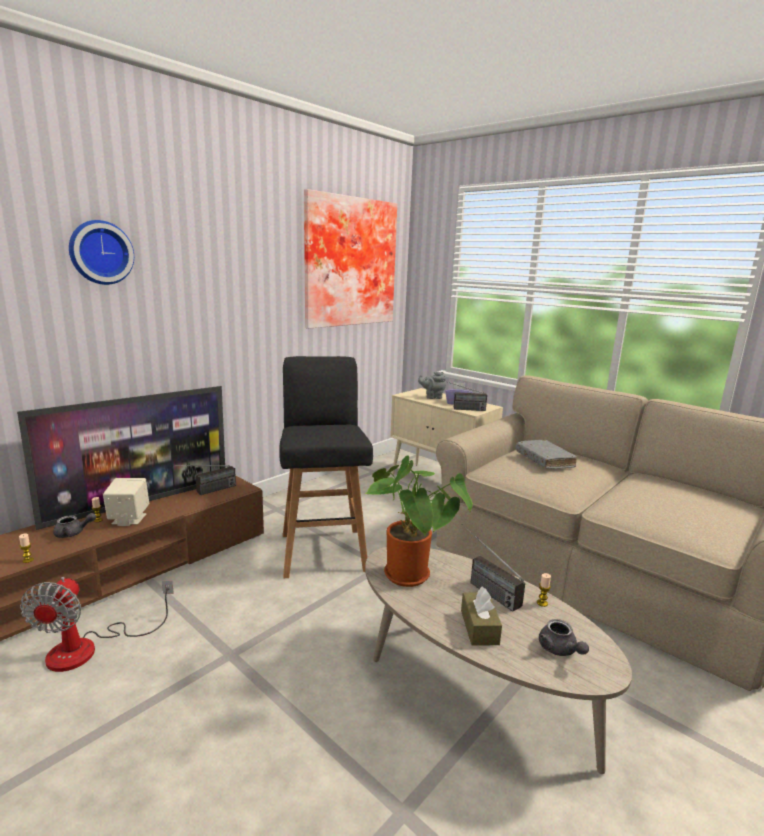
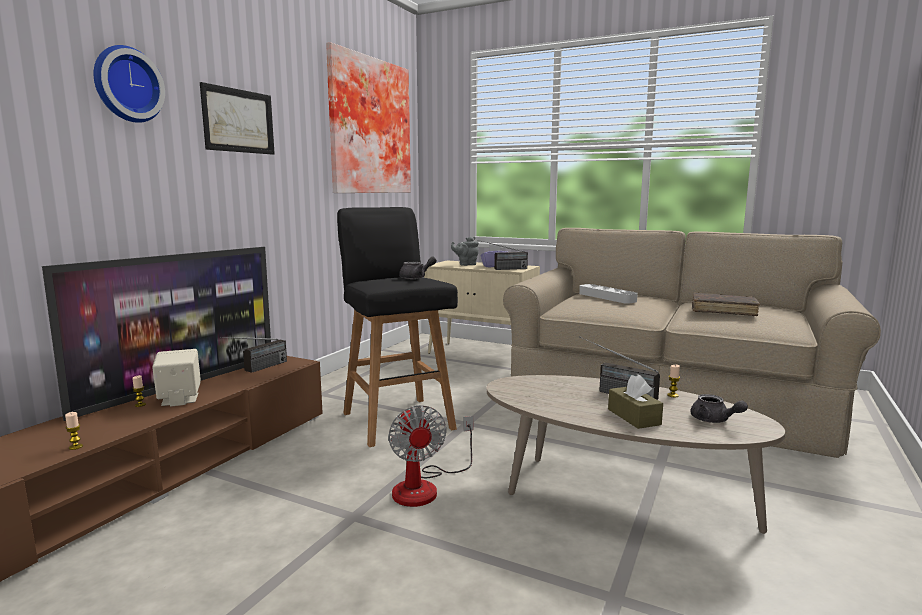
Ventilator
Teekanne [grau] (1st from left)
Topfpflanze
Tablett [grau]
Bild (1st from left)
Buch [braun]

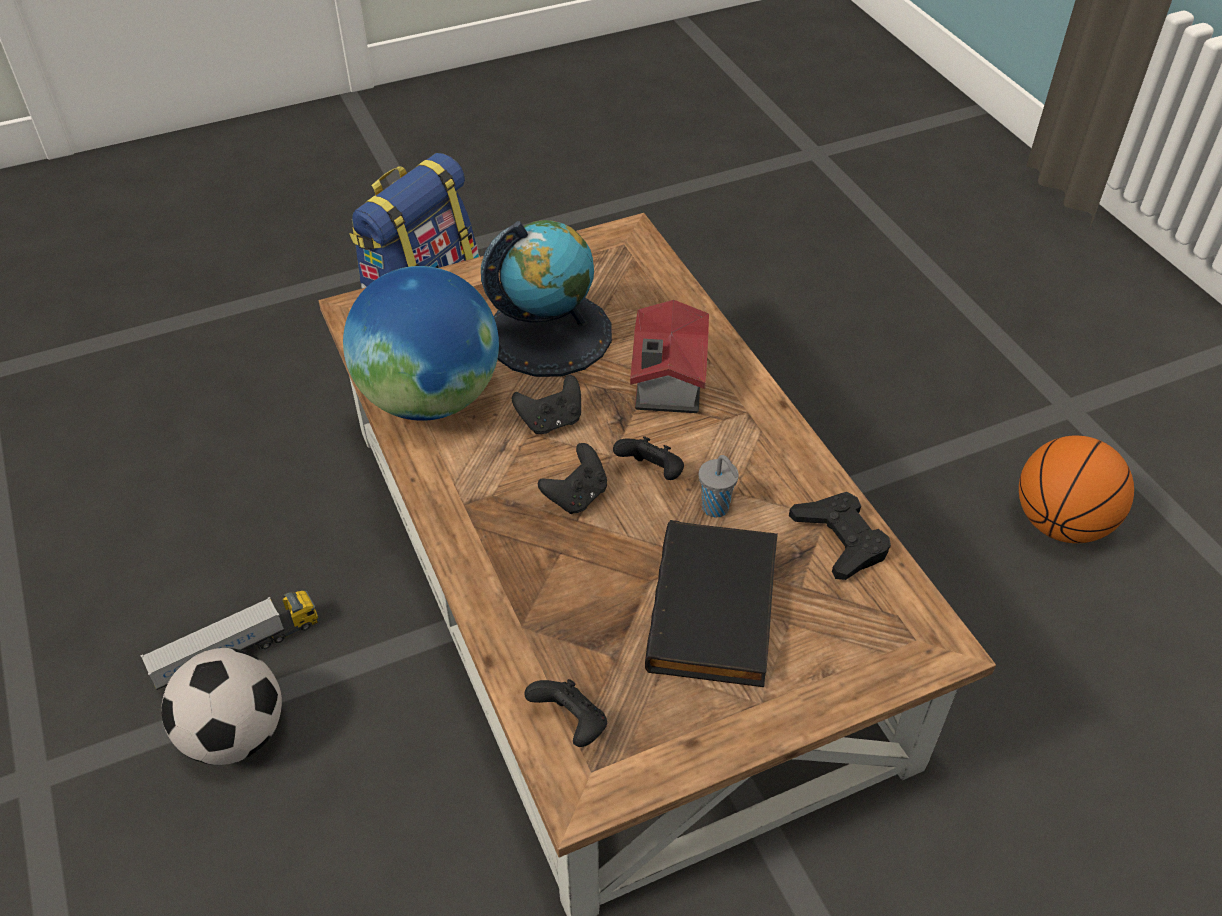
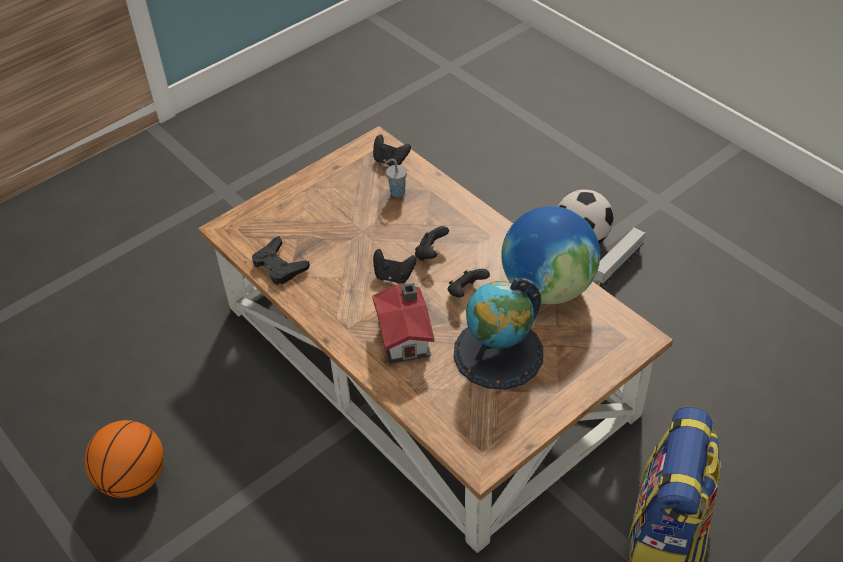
Buch [schwarz]
Tasse [grau]

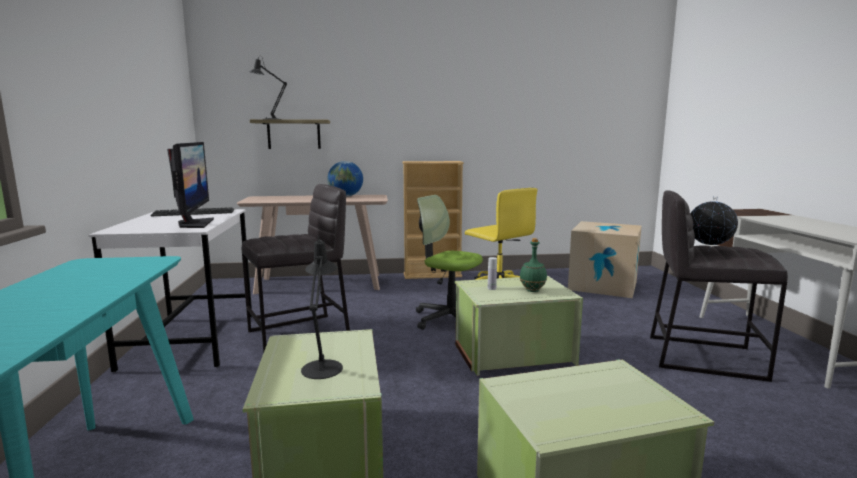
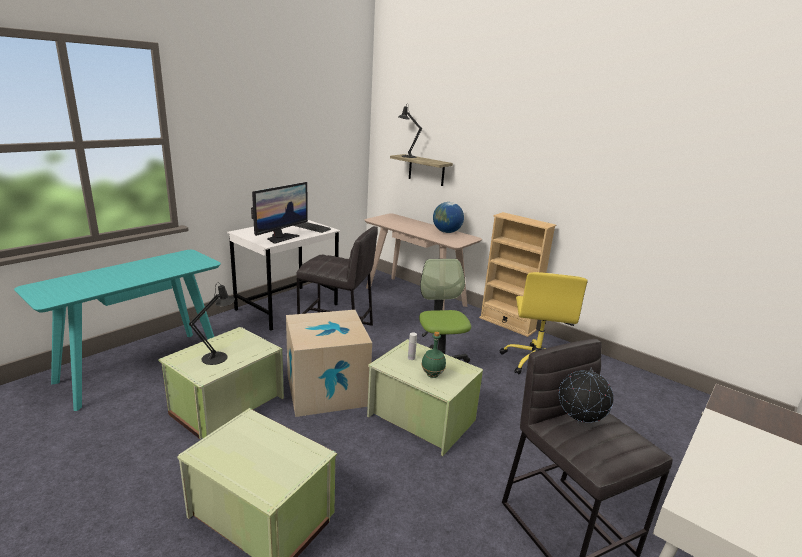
Karton

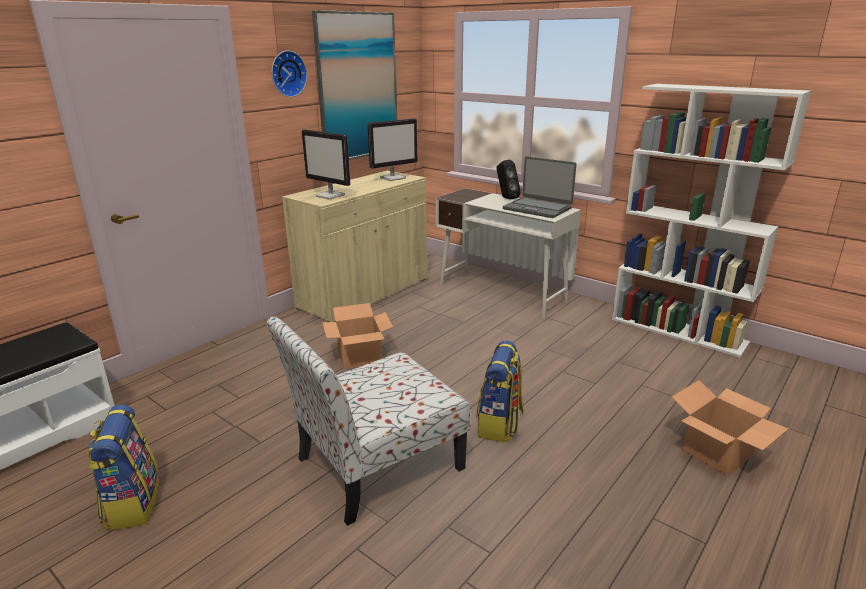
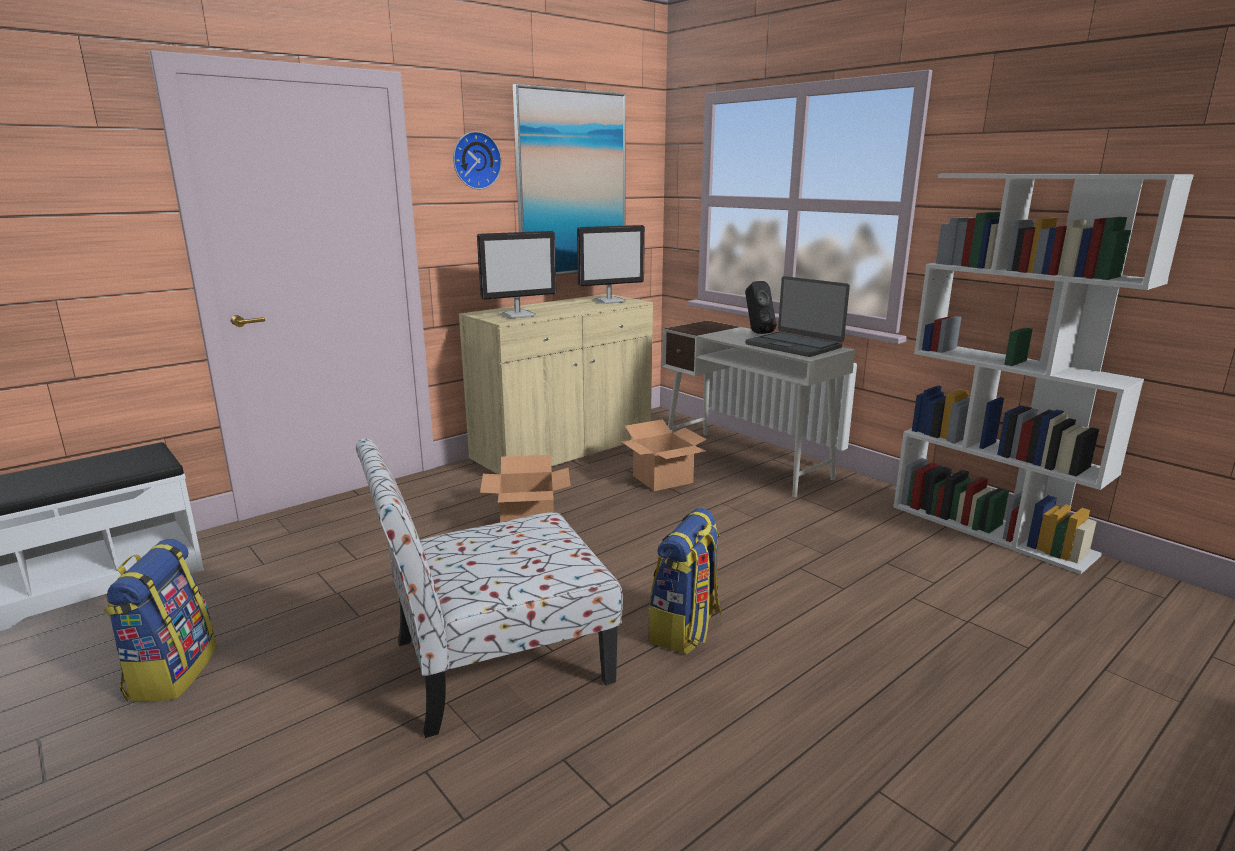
Monitor (1st from left)
Karton (2nd from left)

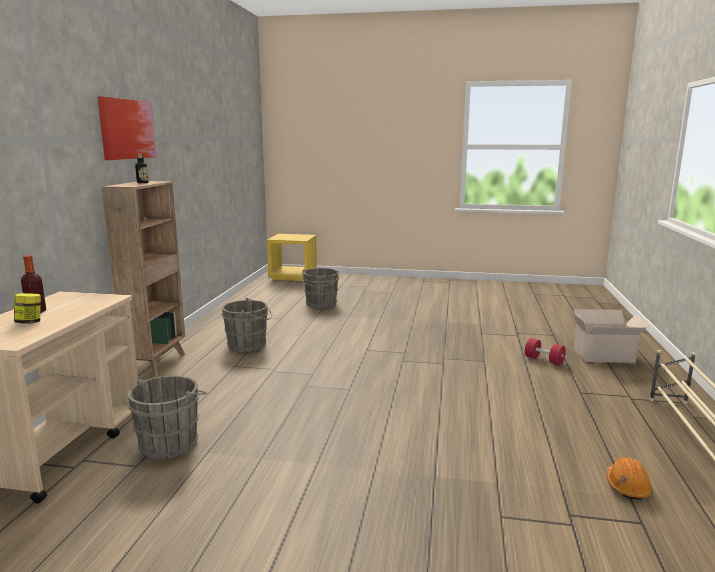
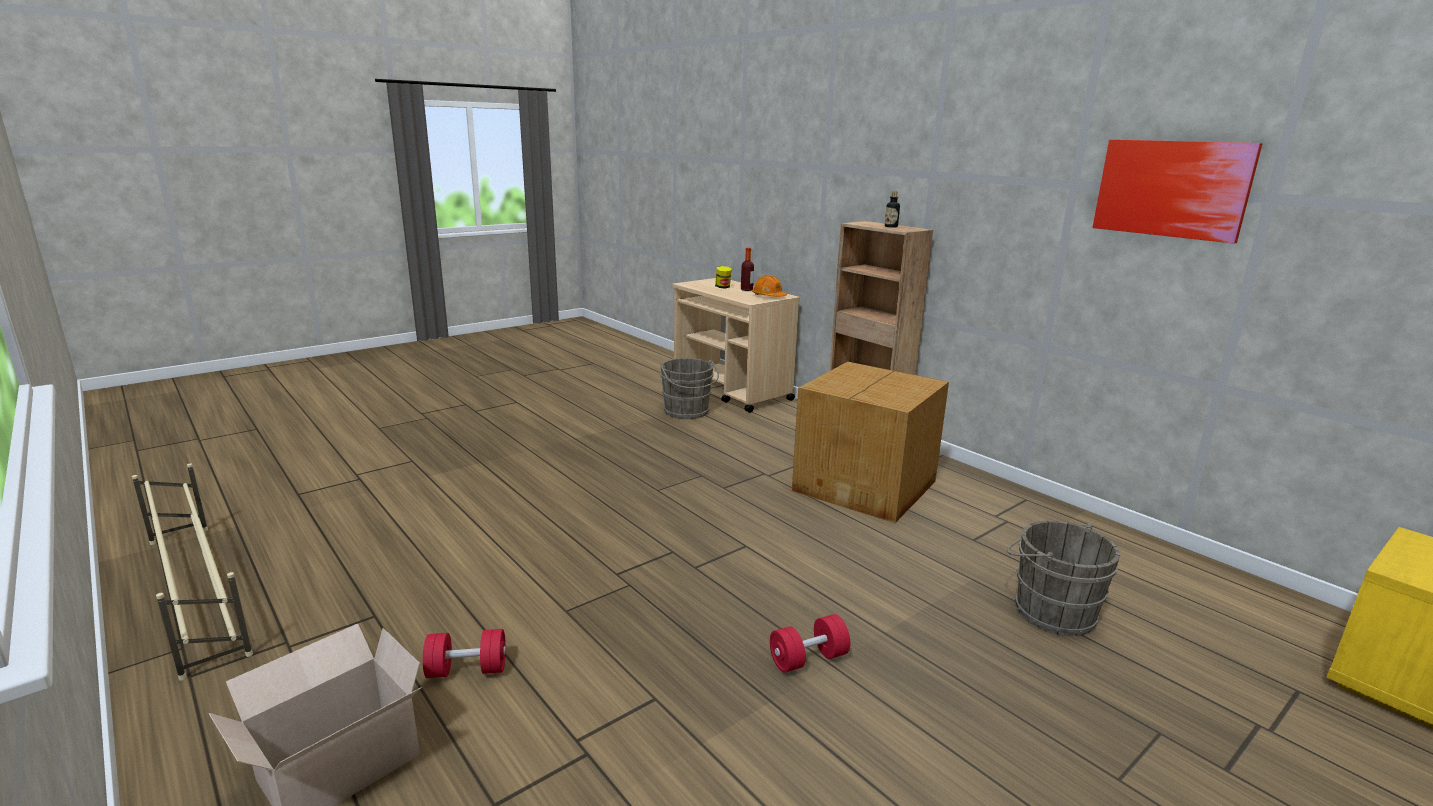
Bild
Karton (2nd from left)
Schutzhelm [orange]
Hantel [rot] (2nd from left)

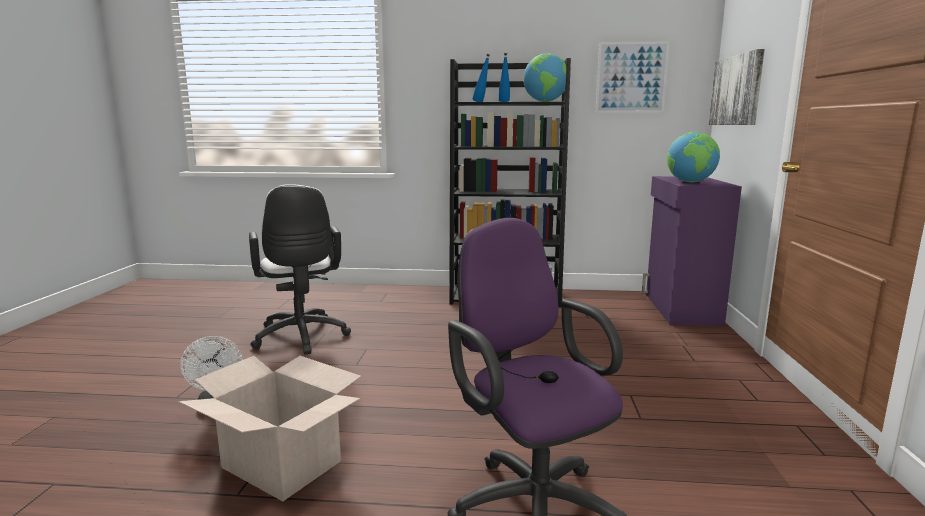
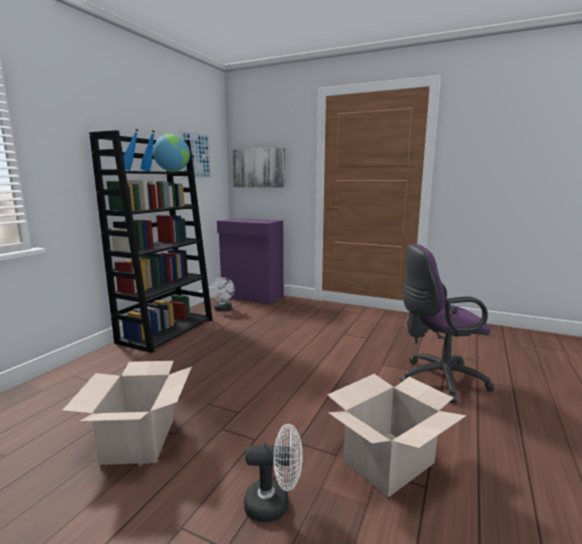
Karton (1st from left)
Globus (2nd from left in the first image)
Ventilator [weiß] (1st from left)

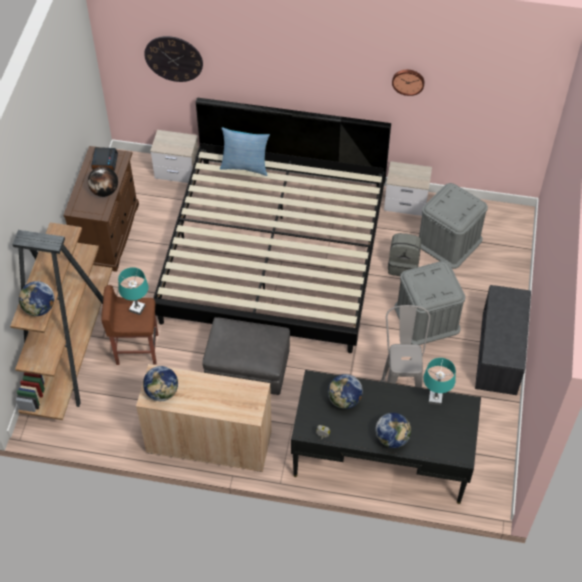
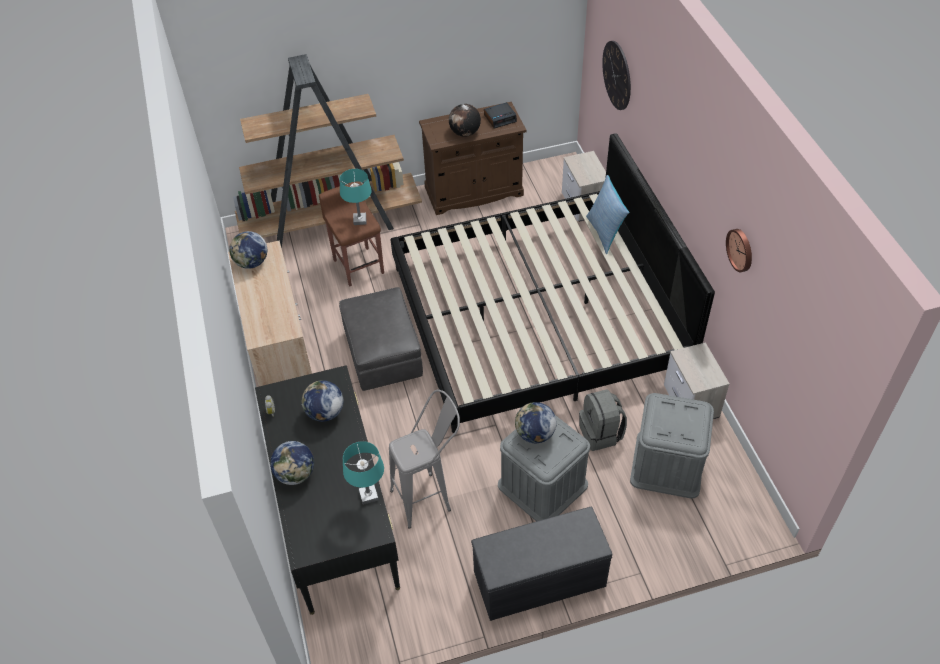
Globus (5th from left)

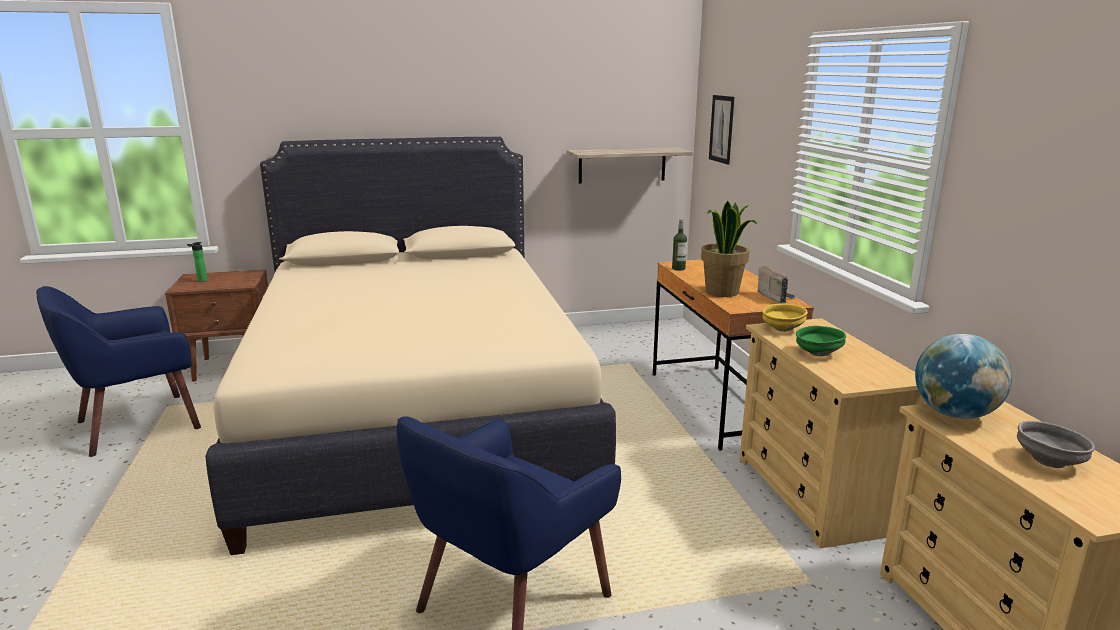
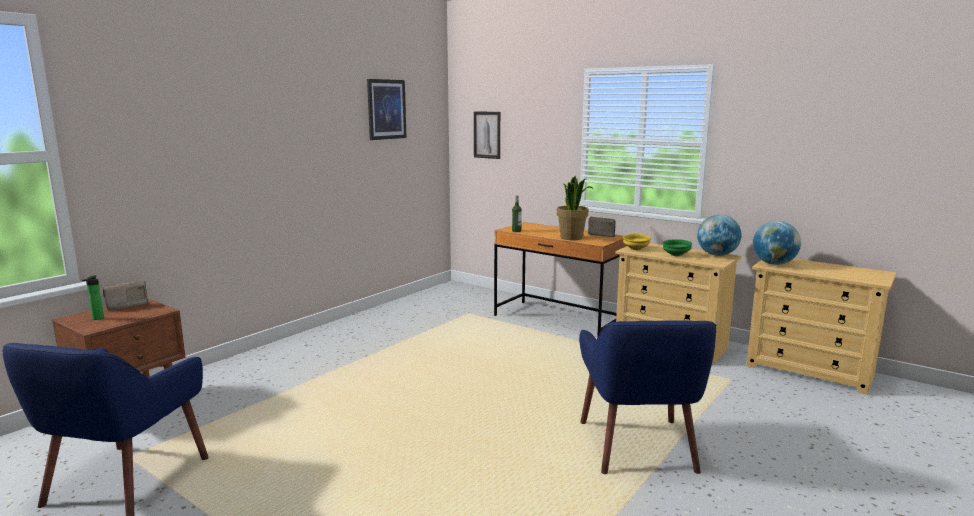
Bett [beige]
Wandregal
Schüssel [grau]
Radio (1st from left)
Bild (1st from left)
Globus (1st from left)

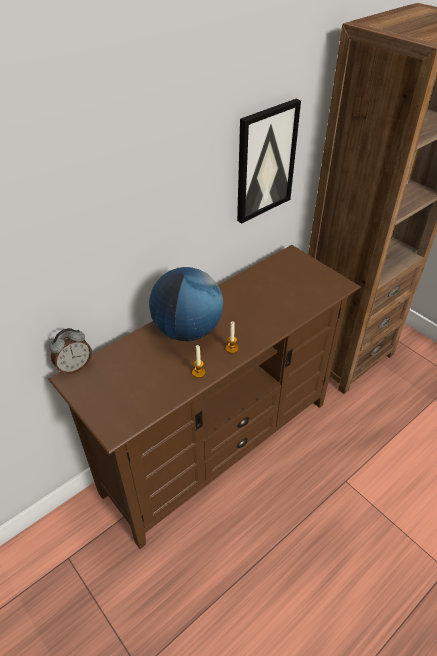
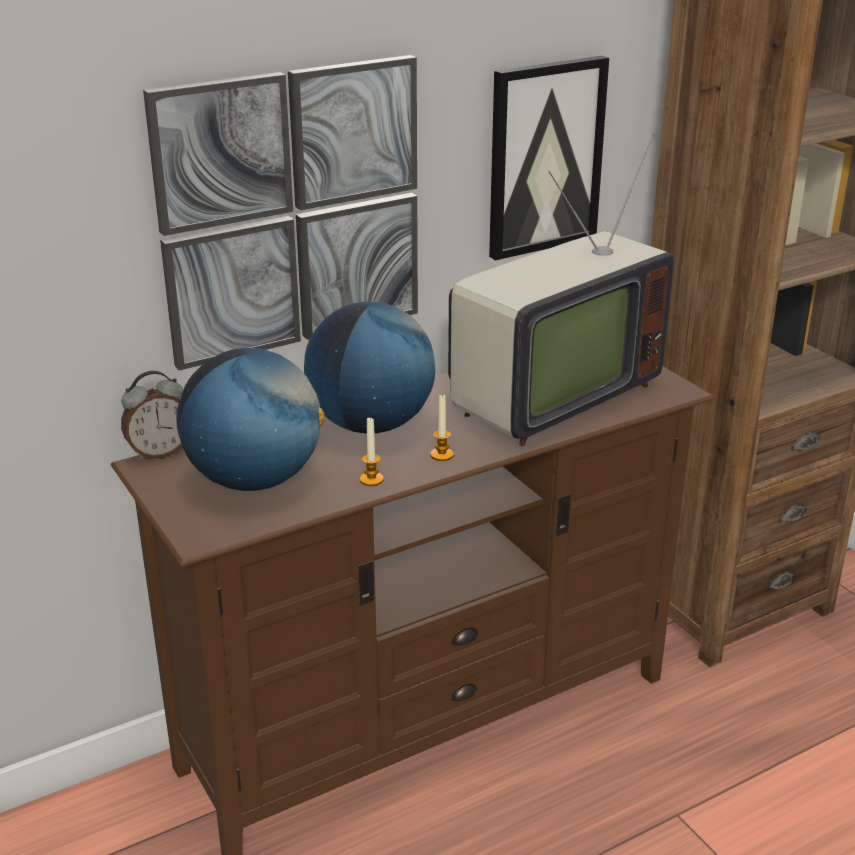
Bild (1st from left)
Globus (1st from left)
Fernseher

